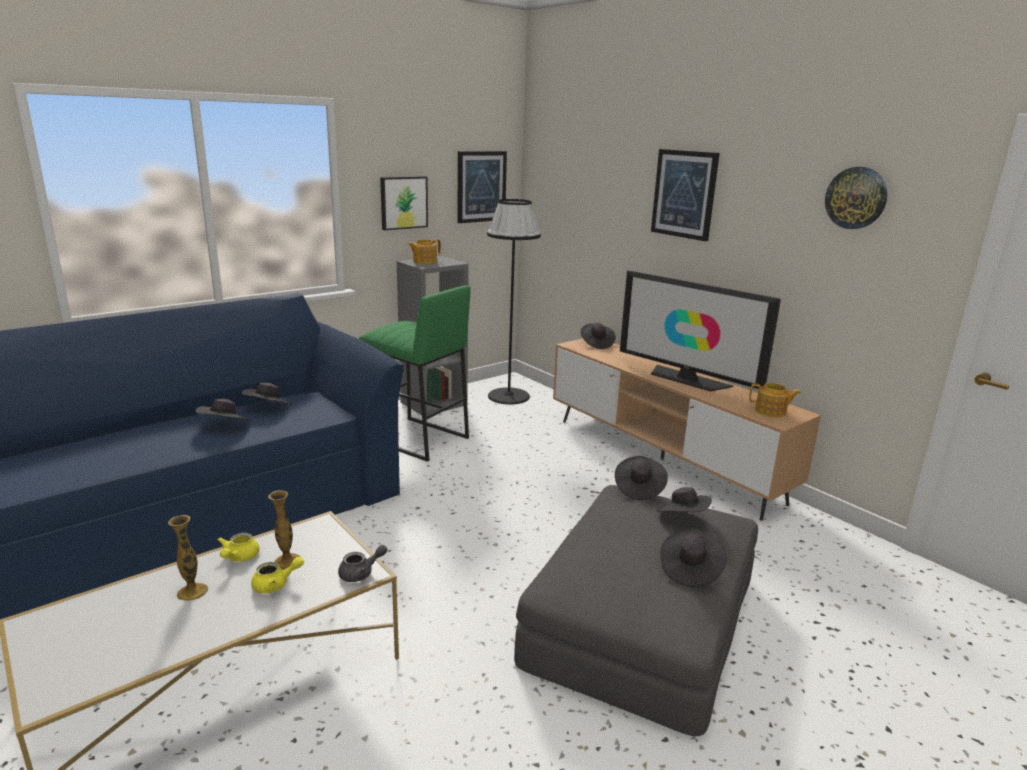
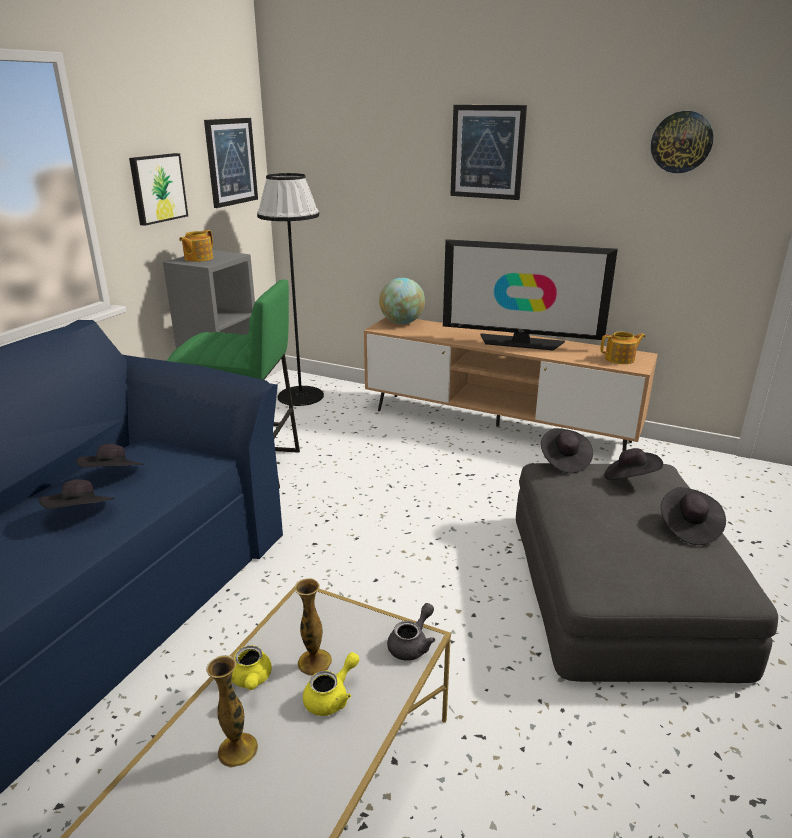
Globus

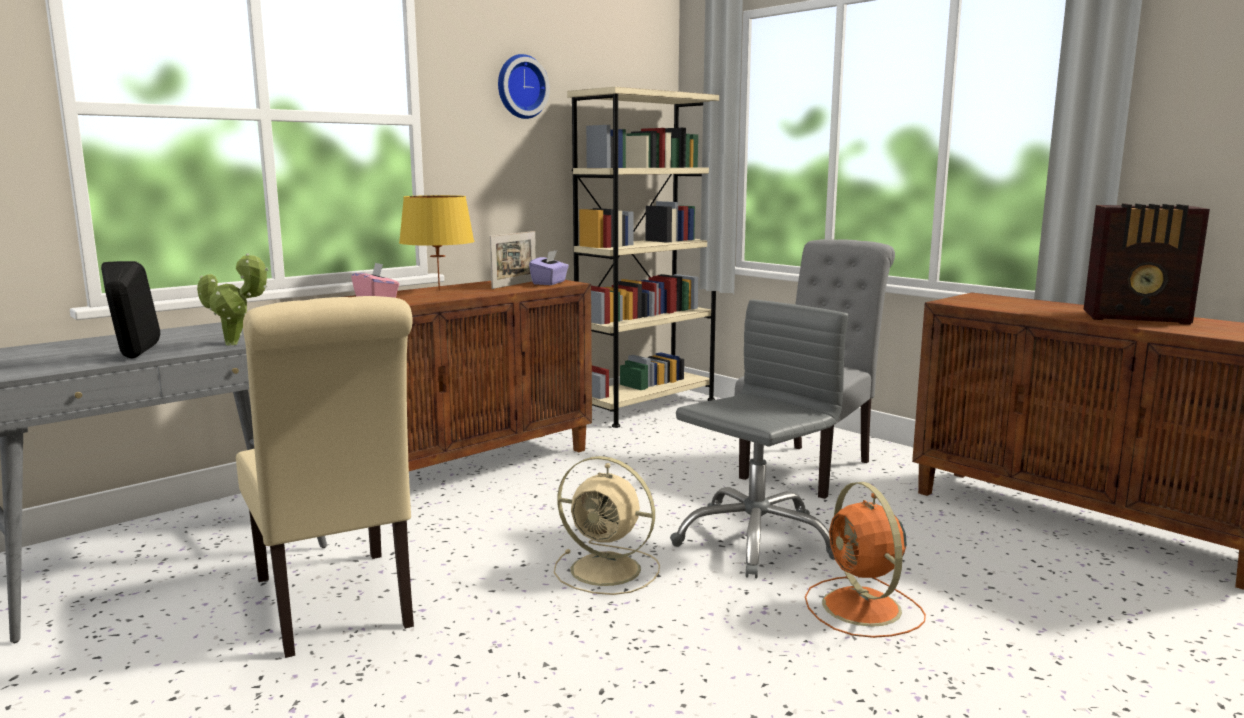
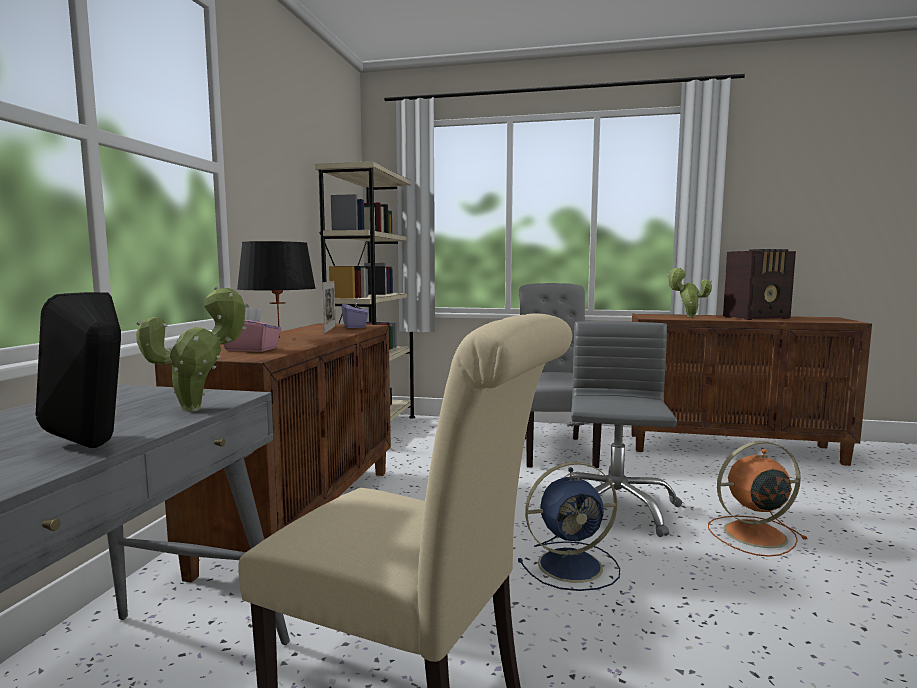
Tischlampe [schwarz]
Wanduhr
Ventilator [blau]
Ventilator [orange]
Topfpflanze (2nd from left)

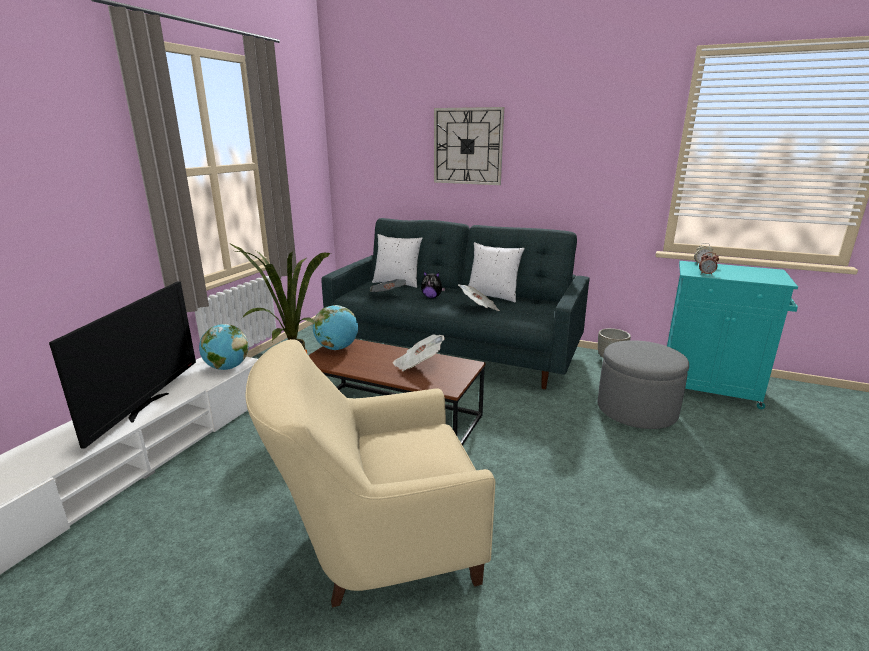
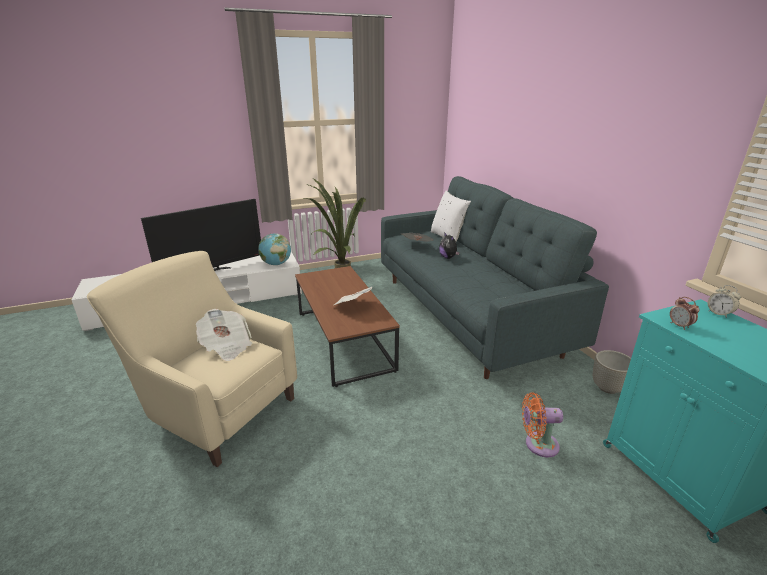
Globus (2nd from left in the first image)
Wanduhr
Zeitung (1st from left)
Kissen [weiß] (2nd from left in the first image)
Ventilator [orange]

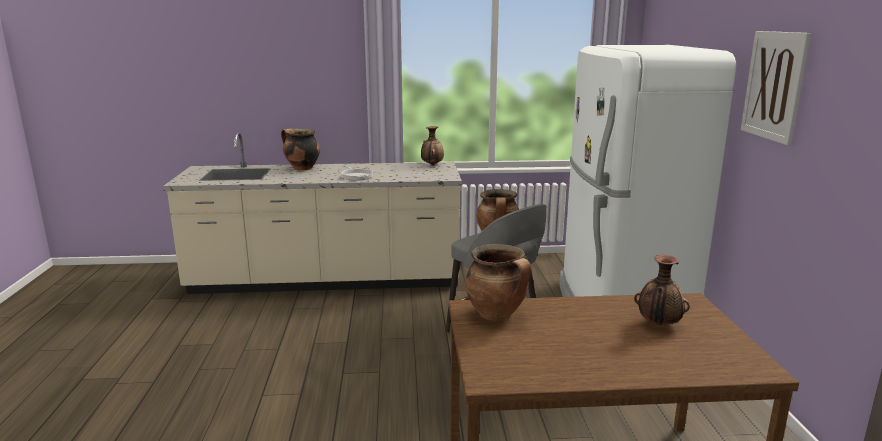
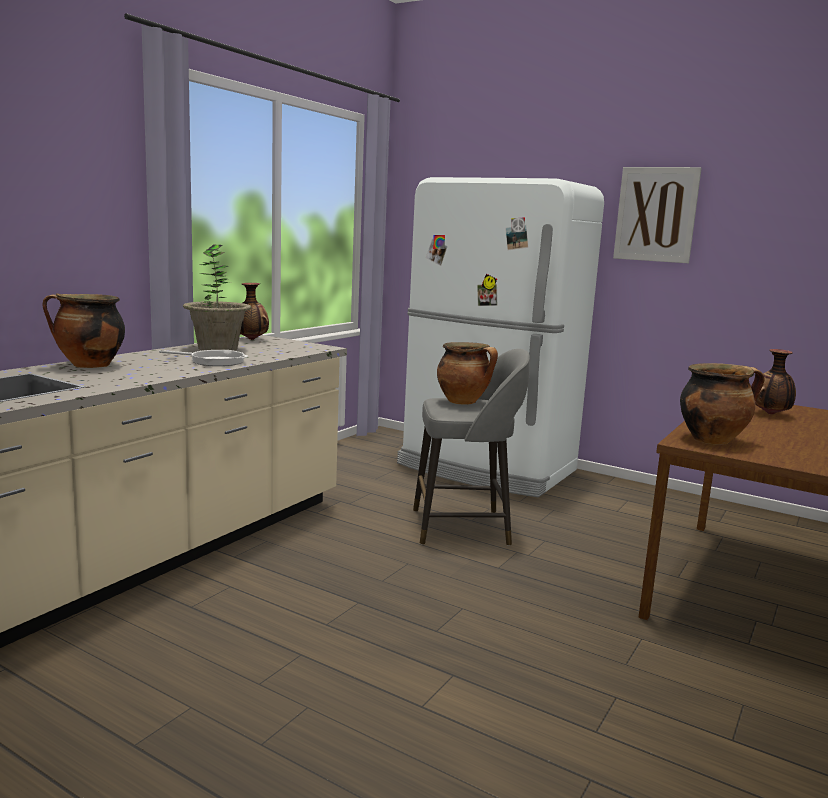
Topfpflanze

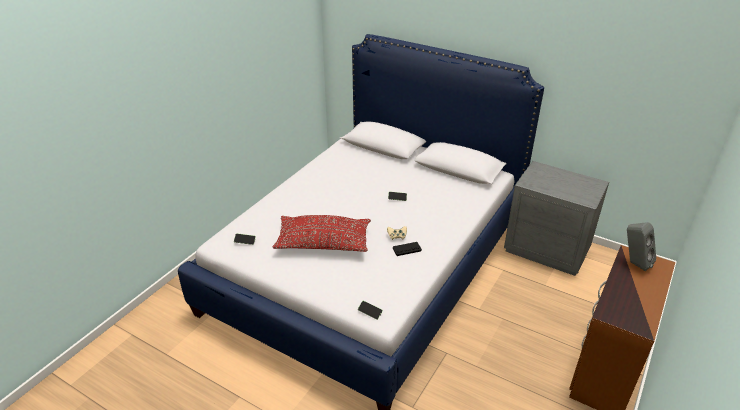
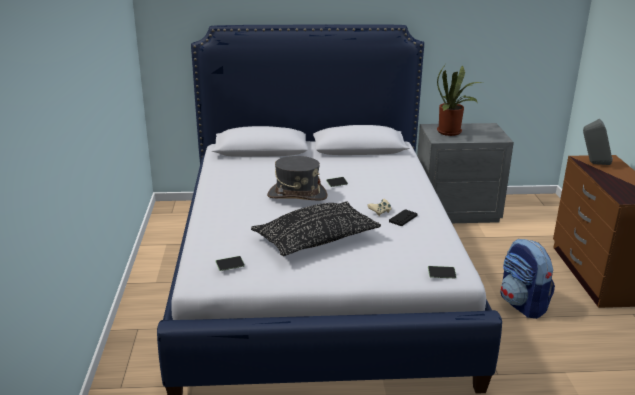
Kissen [schwarz]
Hut [grau]
Topfpflanze
Rucksack

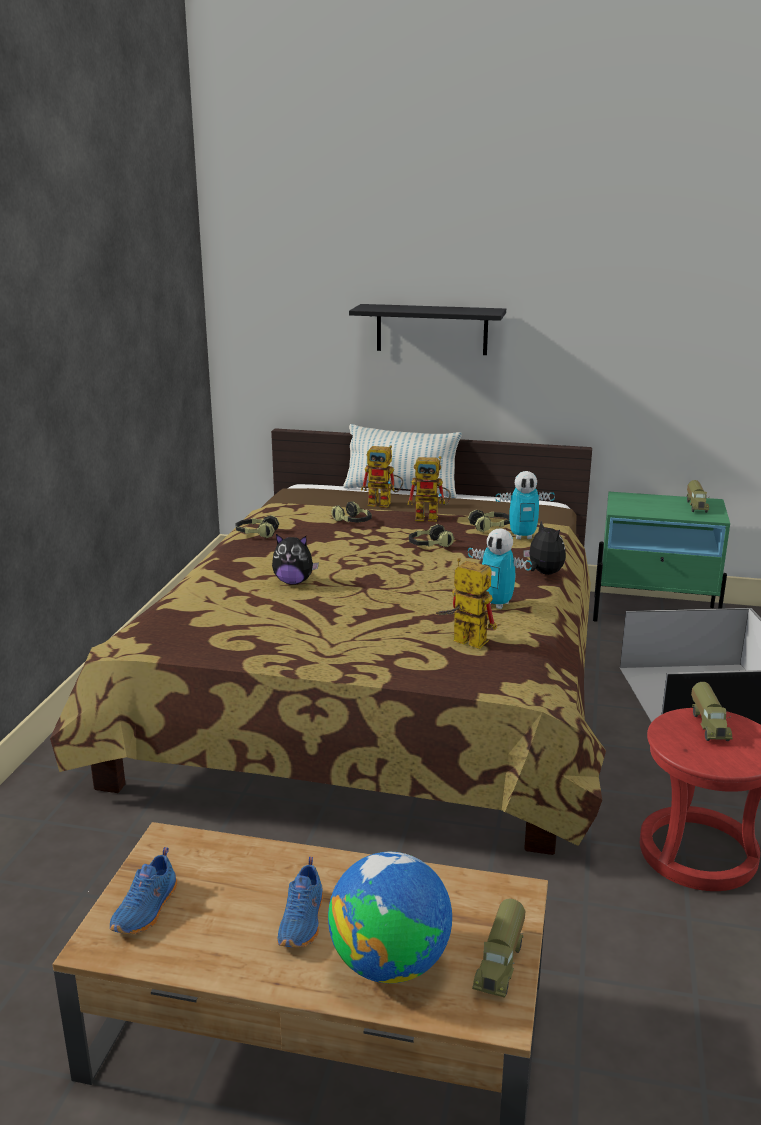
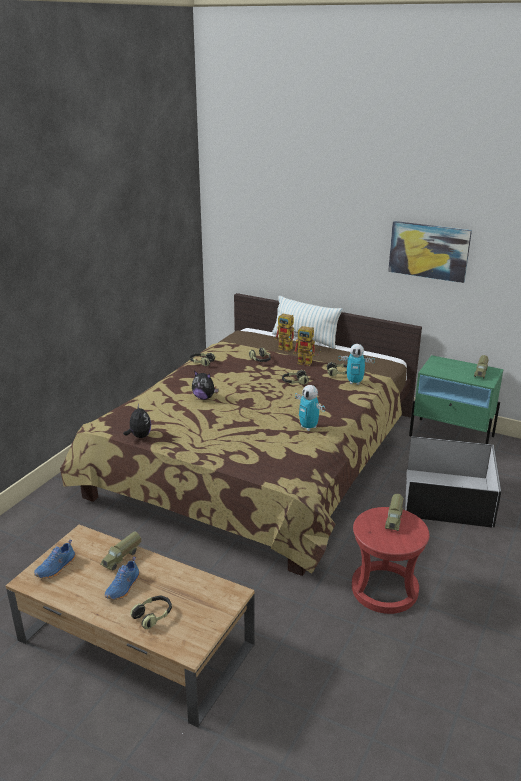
Kopfhörer (1st from left)
Wandregal [schwarz]
Spielzeugroboter (3rd from left in the first image)
Spielzeuglaster (1st from left)
Plüschtier (1st from left)
Bild

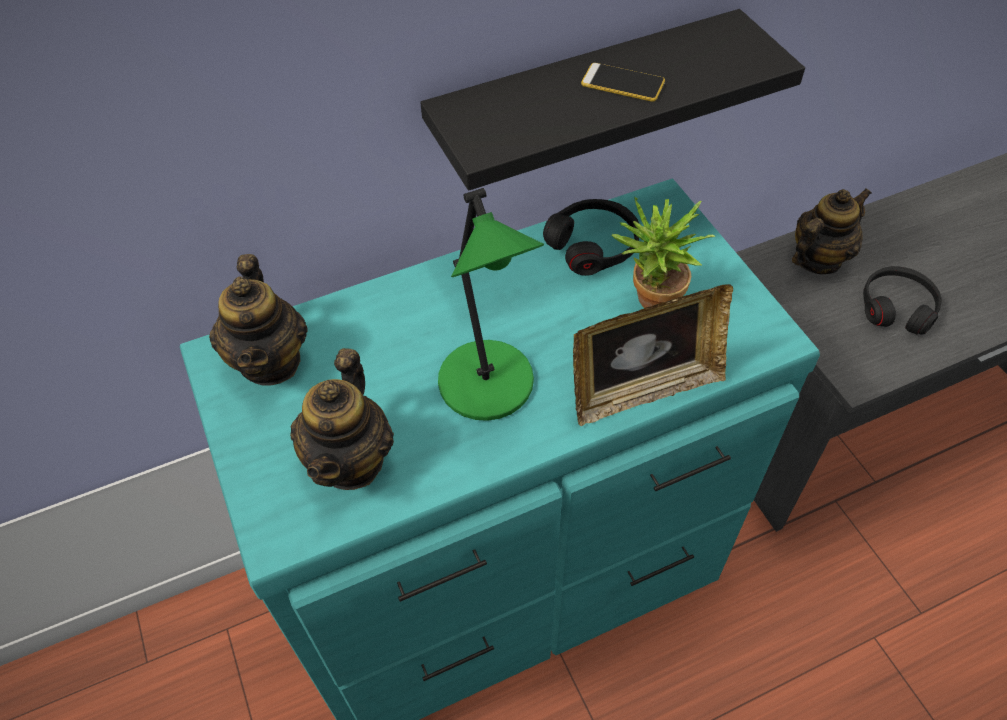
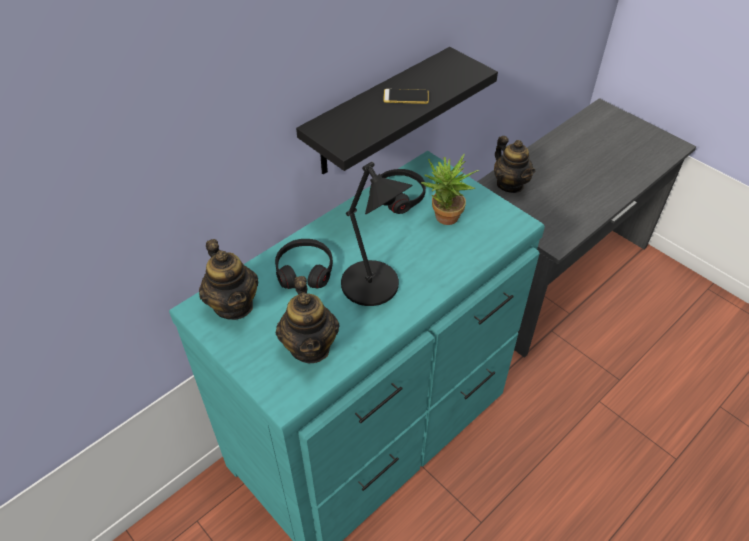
Tischlampe [schwarz]
Bilderrahmen
Teekanne (3rd from left)
Kopfhörer [schwarz] (1st from left)

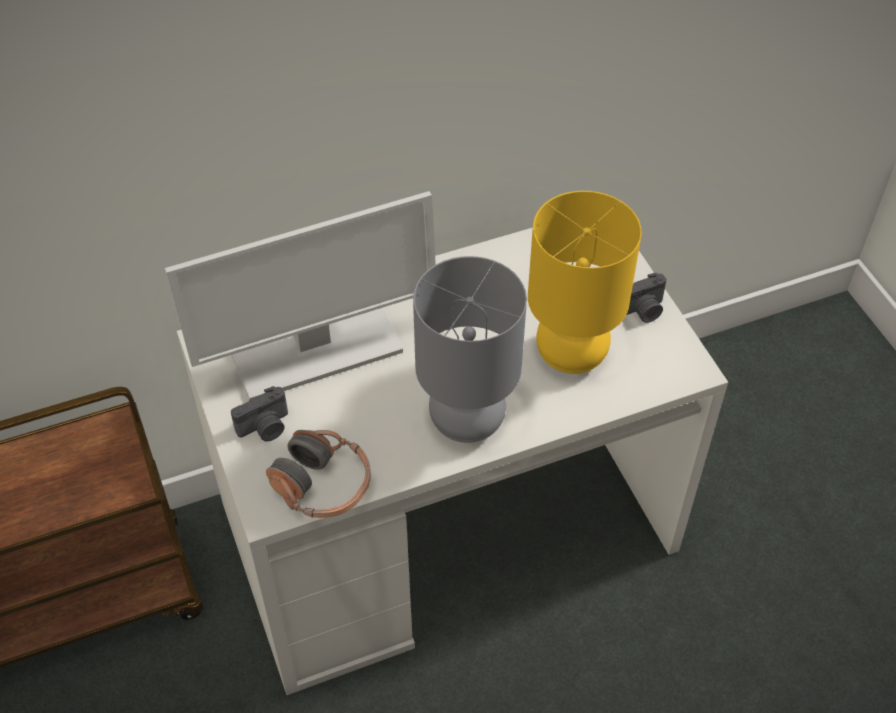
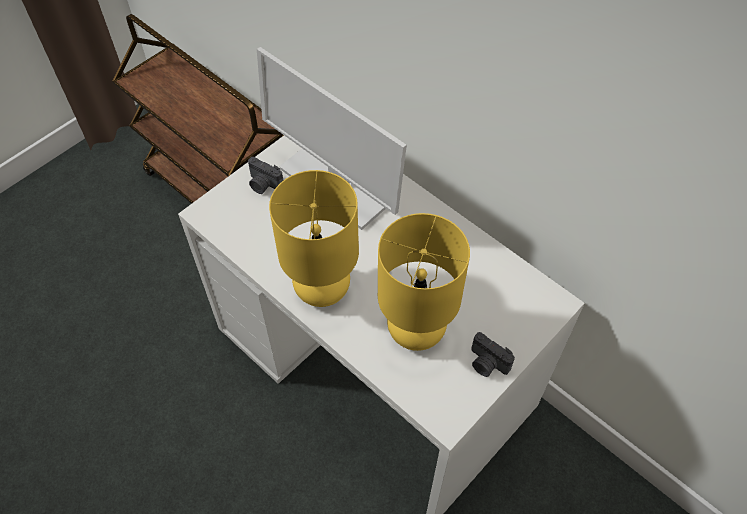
Kopfhörer
Tischlampe [gelb] (1st from left)

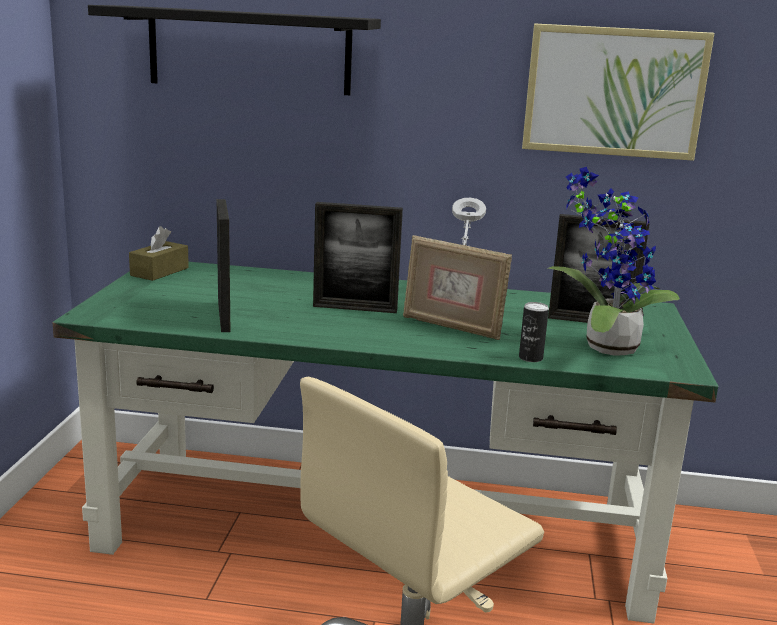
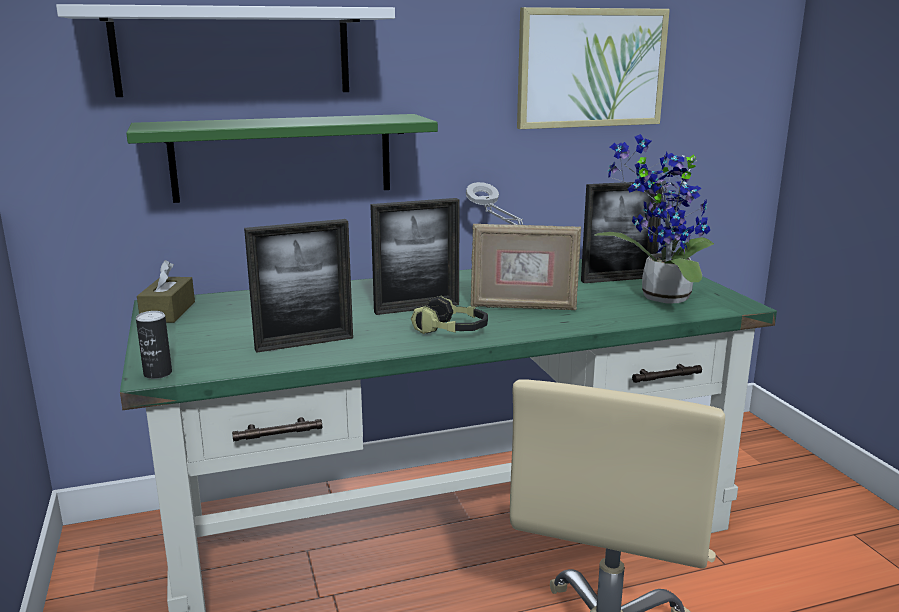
Wandregal [weiß]
Bilderrahmen (1st from left)
Dose
Wandregal [grün]
Kopfhörer

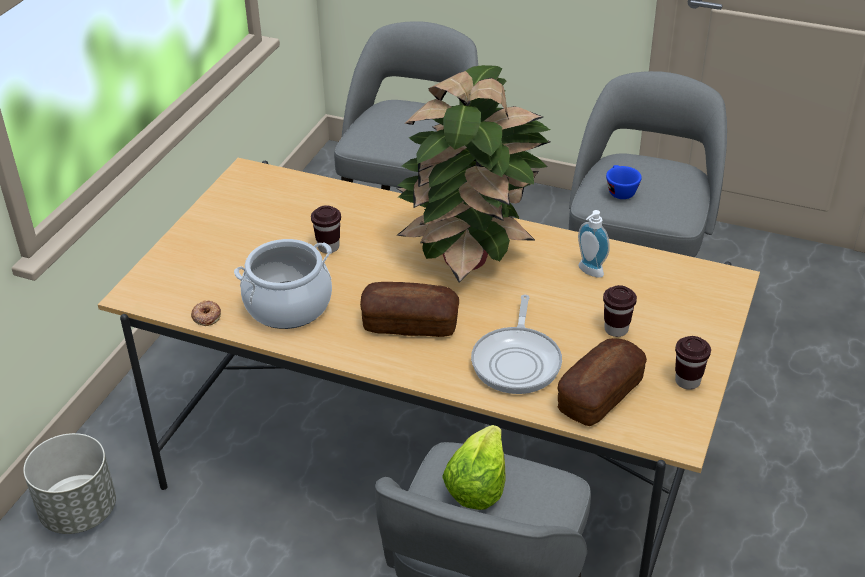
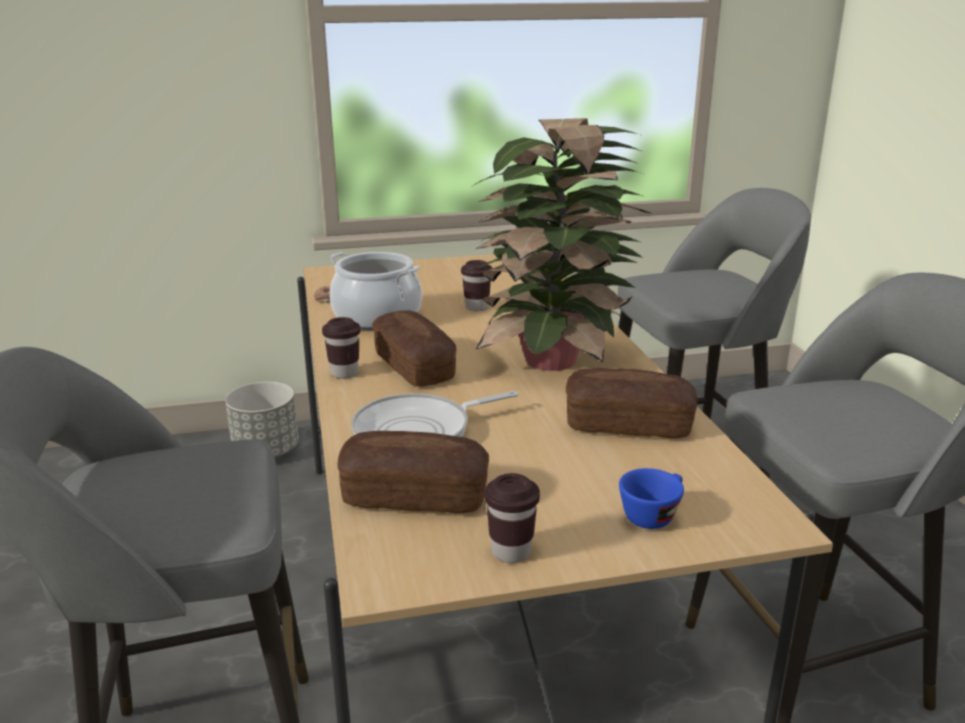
Salatkopf
Brot (3rd from left)
Tasse [braun] (1st from left)
Tasse [blau]

